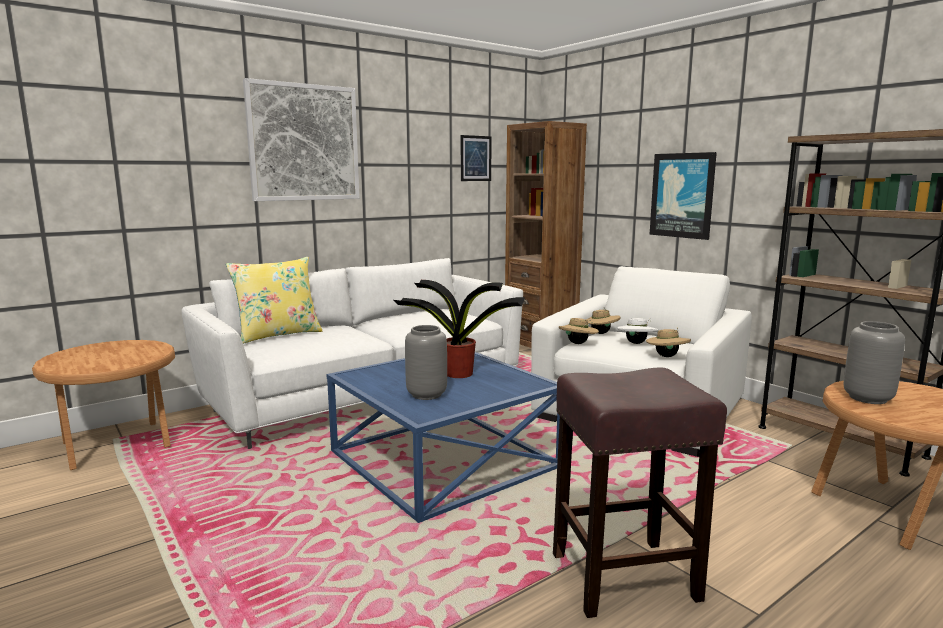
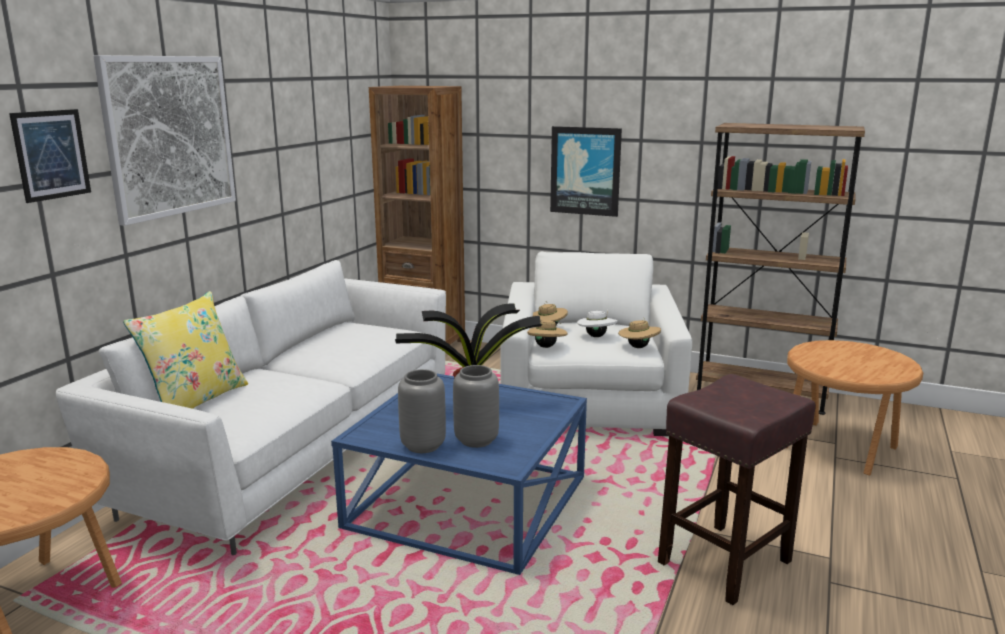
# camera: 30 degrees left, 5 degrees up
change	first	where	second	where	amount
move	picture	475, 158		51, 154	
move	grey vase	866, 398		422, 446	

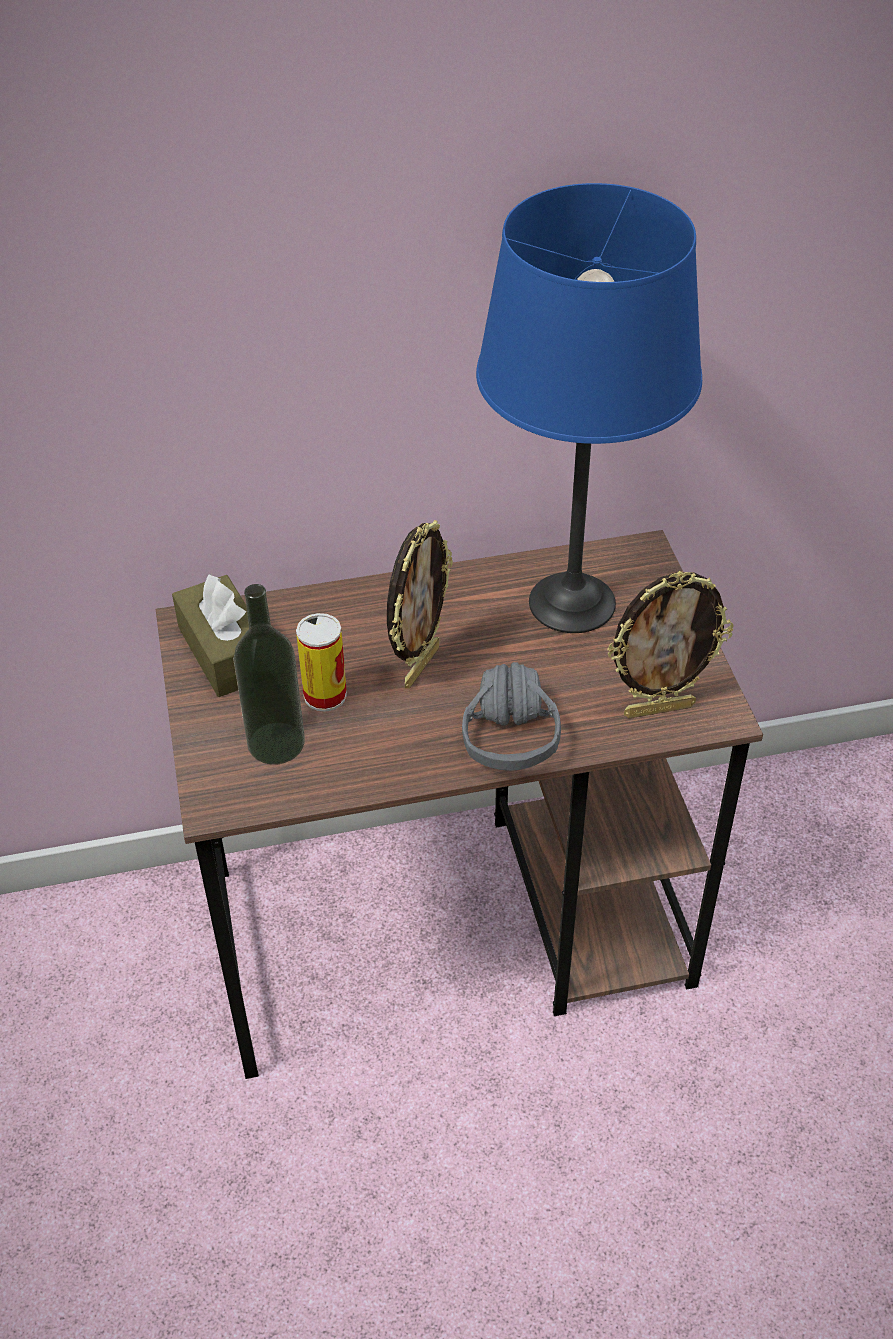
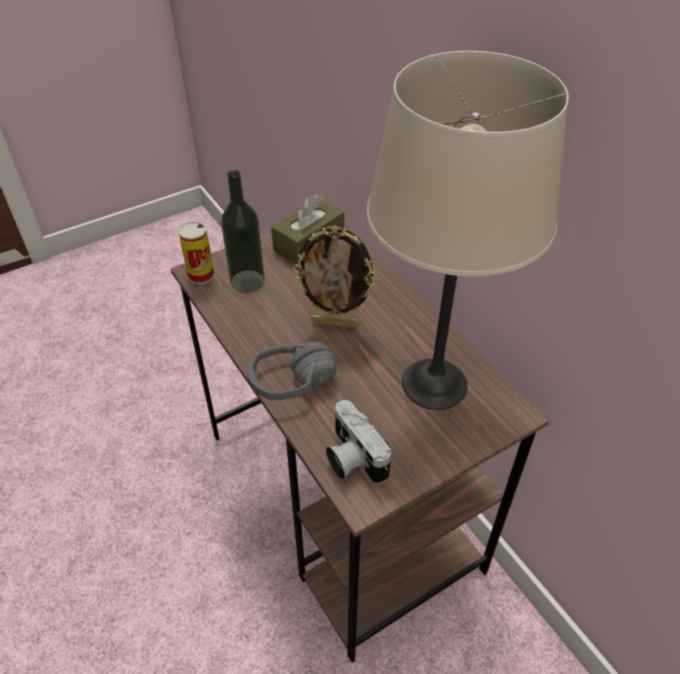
# camera: 70 degrees right, 0 degrees up
change	first	where	second	where	amount
recolor	blue table lamp	573, 603	beige table lamp	434, 384	
replace	picture frame	658, 709	photo camera	351, 458	
move	can	325, 695		201, 275	

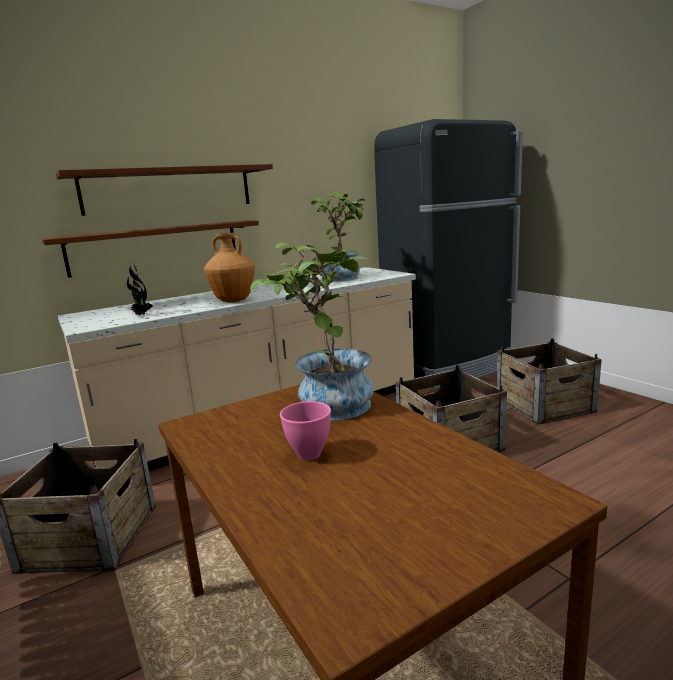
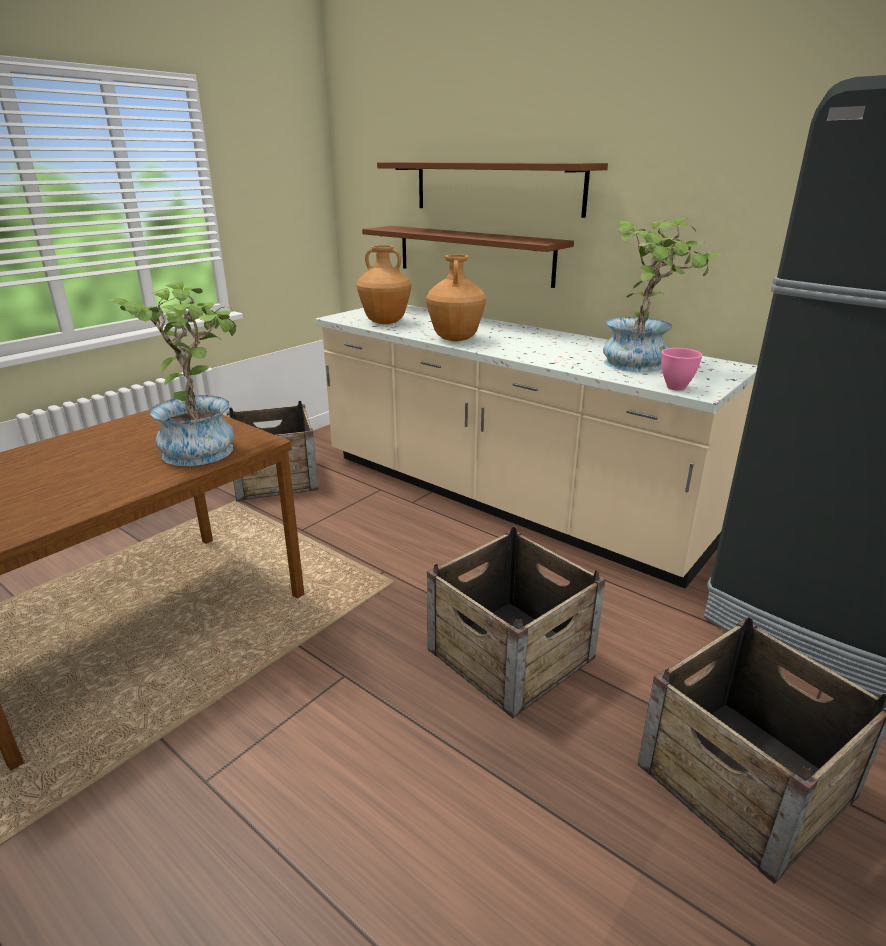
# camera: 70 degrees right, 10 degrees up
change	first	where	second	where	amount
replace	potted plant	141, 315	brown vase	385, 322	
move	pink bowl	310, 454		677, 387	

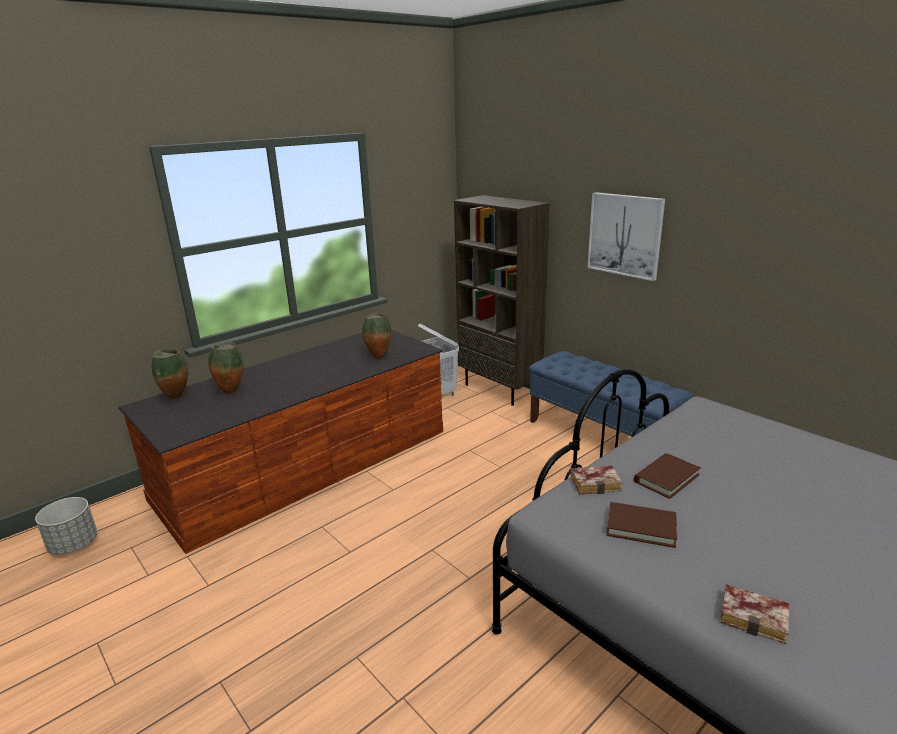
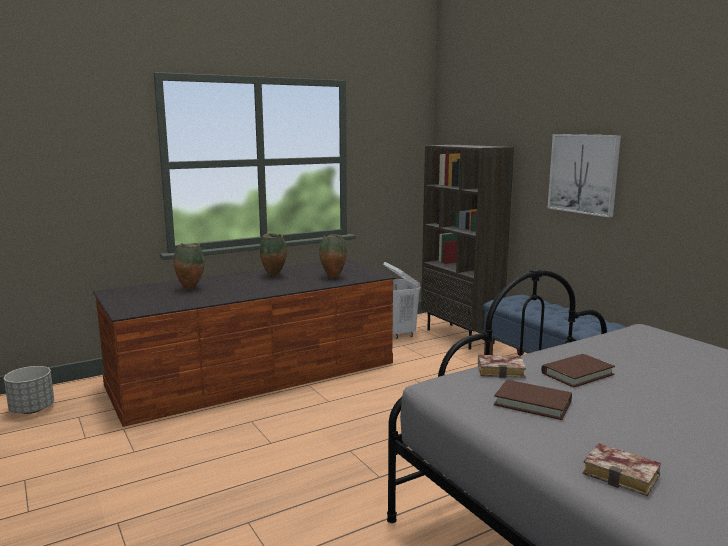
# camera: 10 degrees right, 10 degrees down
change	first	where	second	where	amount
move	vase	177, 398		274, 276	

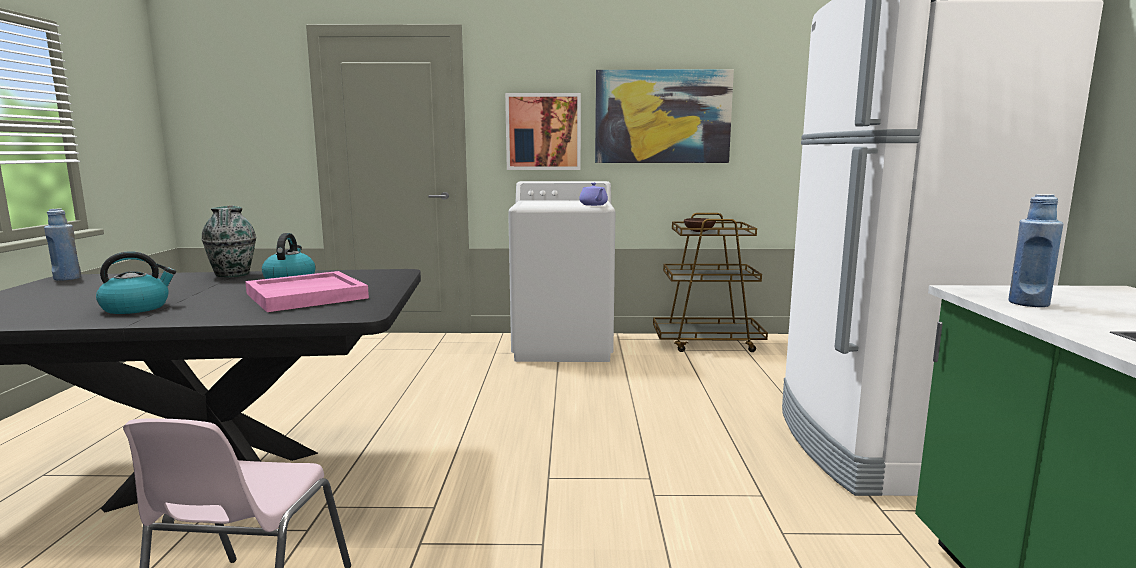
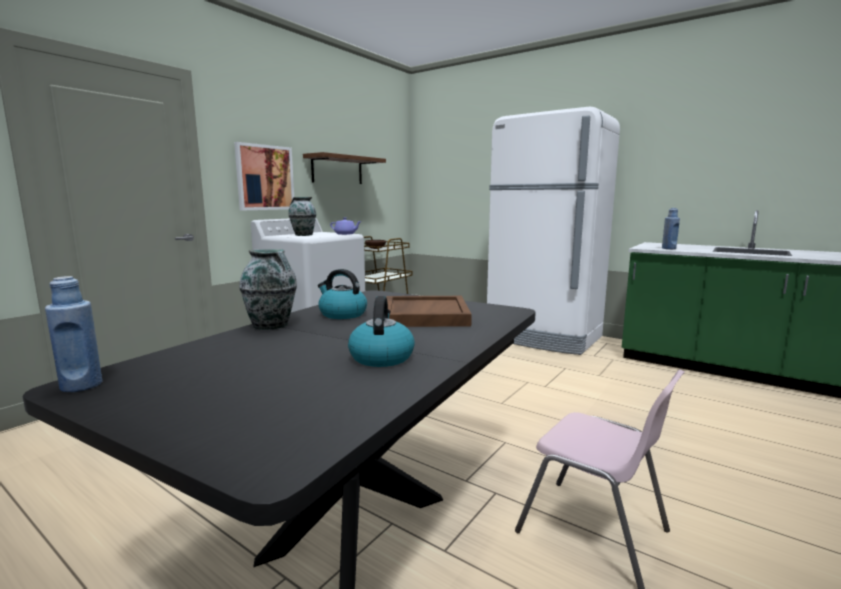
# camera: 55 degrees left, 0 degrees up
change	first	where	second	where	amount
replace	picture	662, 117	brown shelf	337, 170	
recolor	pink tray	307, 295	brown tray	424, 315	
insert			vase	303, 235	

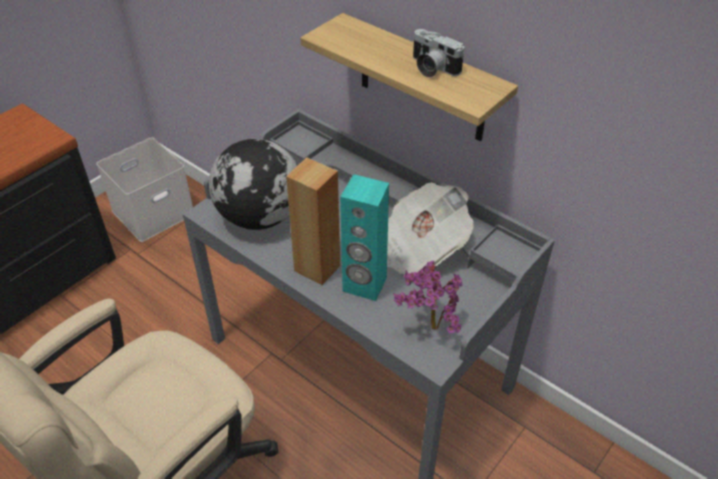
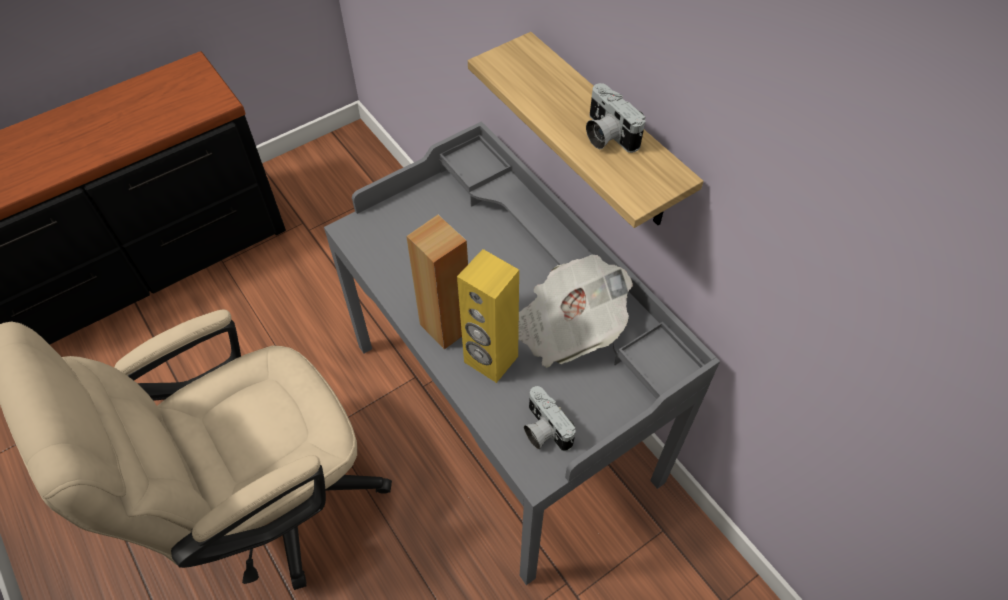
# camera: 15 degrees right, 10 degrees up
change	first	where	second	where	amount
delete	white storage box	153, 210			
delete	globe	260, 217			
recolor	turquoise speaker	364, 285	yellow speaker	490, 360	
replace	potted plant	428, 327	photo camera	543, 430	

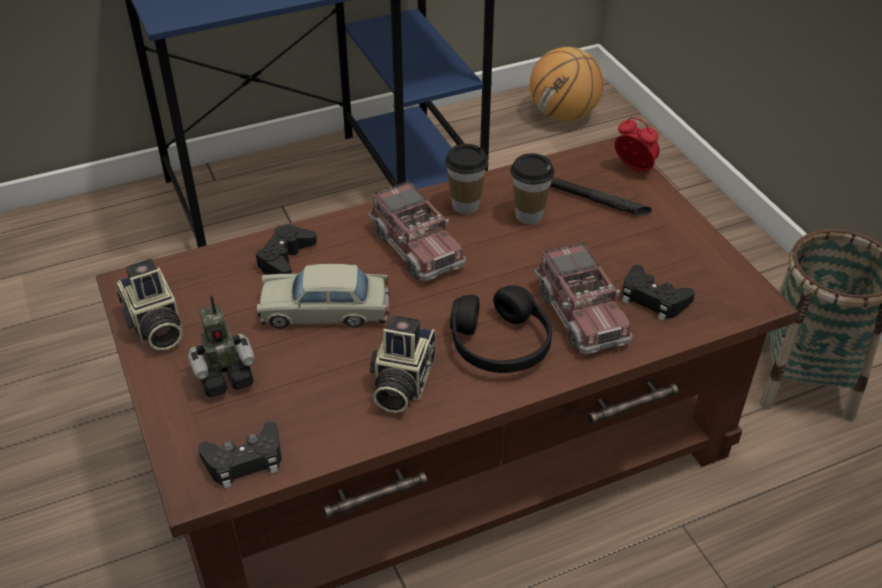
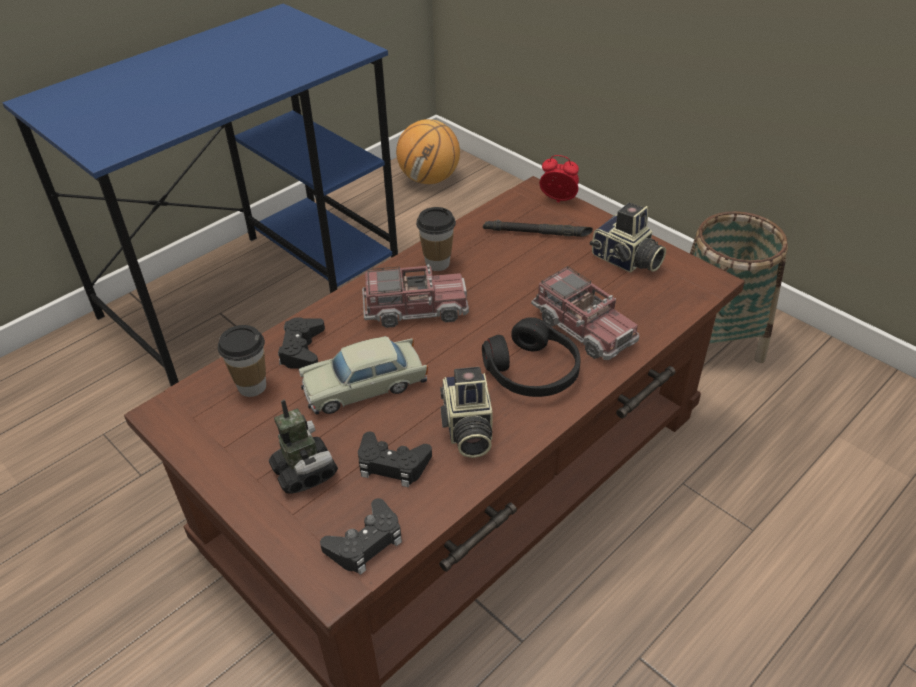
# camera: 20 degrees left, 0 degrees up
change	first	where	second	where	amount
move	cup	529, 216		252, 386	
rotate	toy truck	416, 247		415, 309	45 degrees counterclockwise
move	photo camera	154, 327		626, 261	
move	black game controller	653, 299		392, 464	
rotate	toy robot	225, 377		304, 472	75 degrees counterclockwise

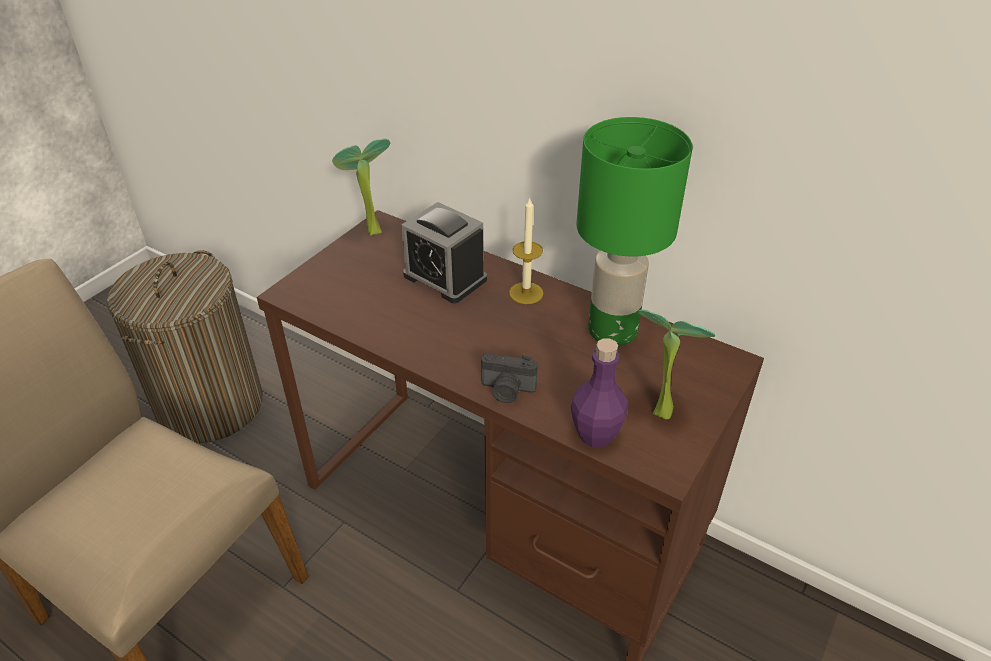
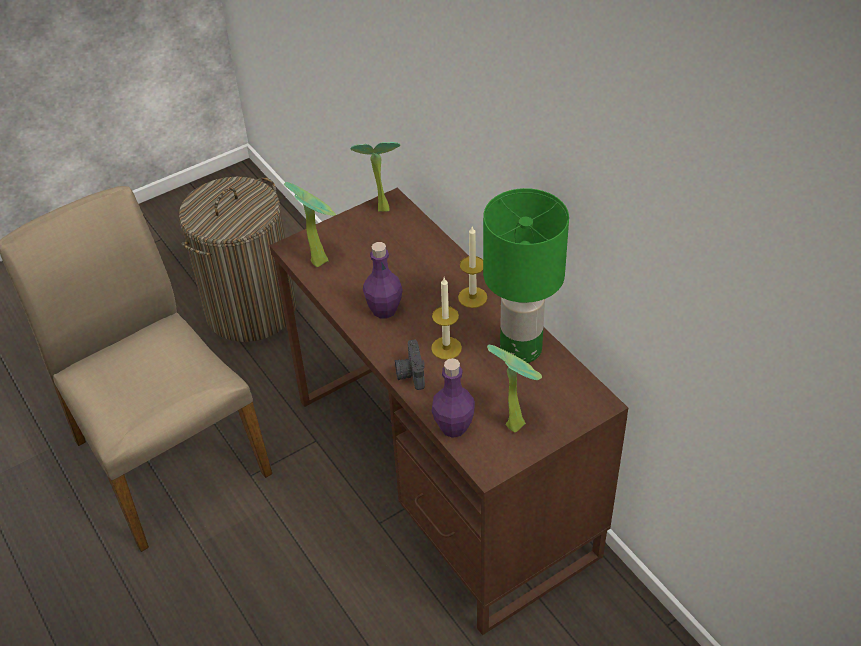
# camera: 25 degrees right, 5 degrees up
change	first	where	second	where	amount
delete	alarm clock	445, 277			
rotate	photo camera	507, 390		410, 374	45 degrees clockwise
insert			potted plant	320, 259	
insert			purple bottle	384, 310	
insert			candle	446, 348	

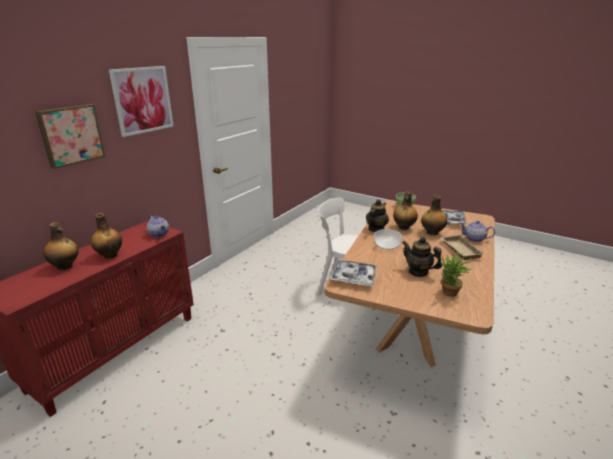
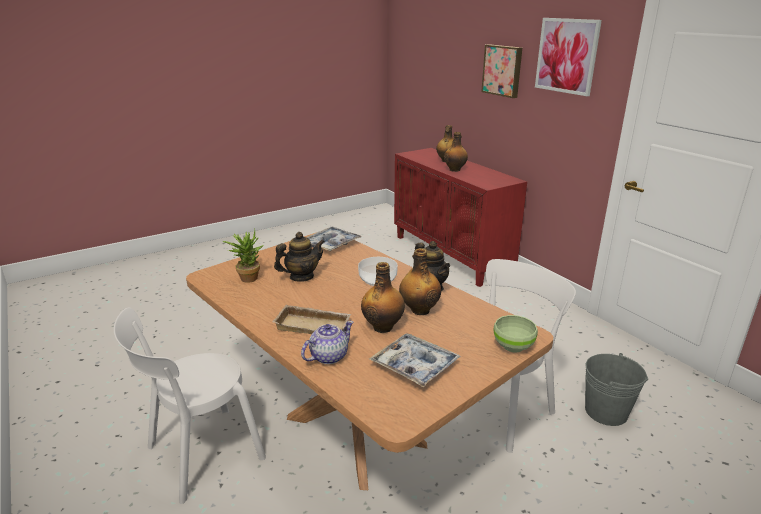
# camera: 115 degrees right, 0 degrees up
change	first	where	second	where	amount
delete	teapot	159, 234			
insert			white chair	200, 455	
insert			grey bucket	606, 411	

